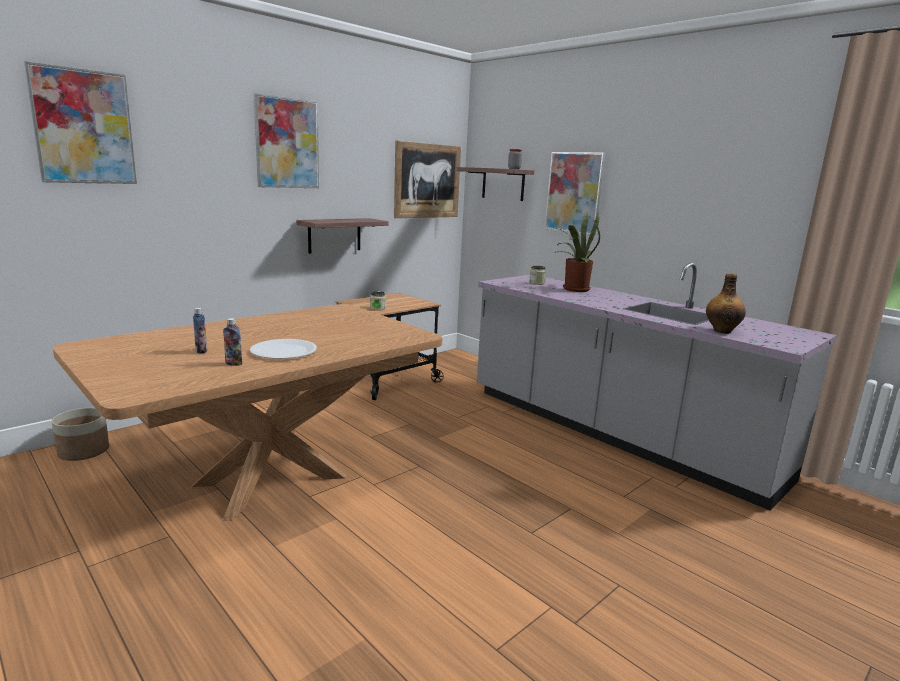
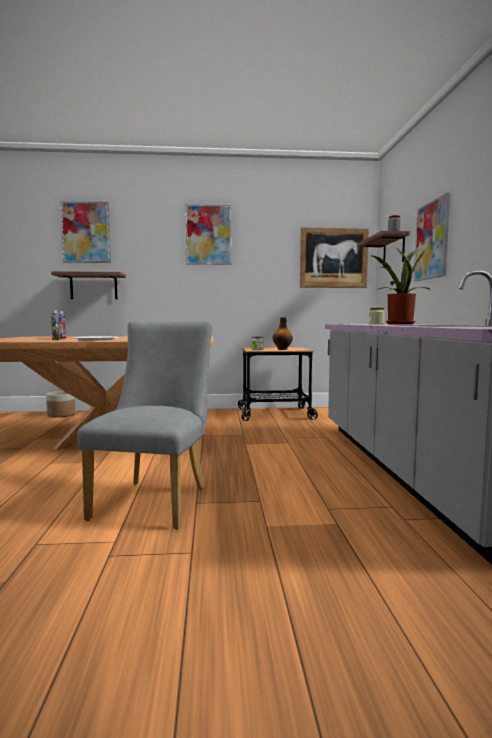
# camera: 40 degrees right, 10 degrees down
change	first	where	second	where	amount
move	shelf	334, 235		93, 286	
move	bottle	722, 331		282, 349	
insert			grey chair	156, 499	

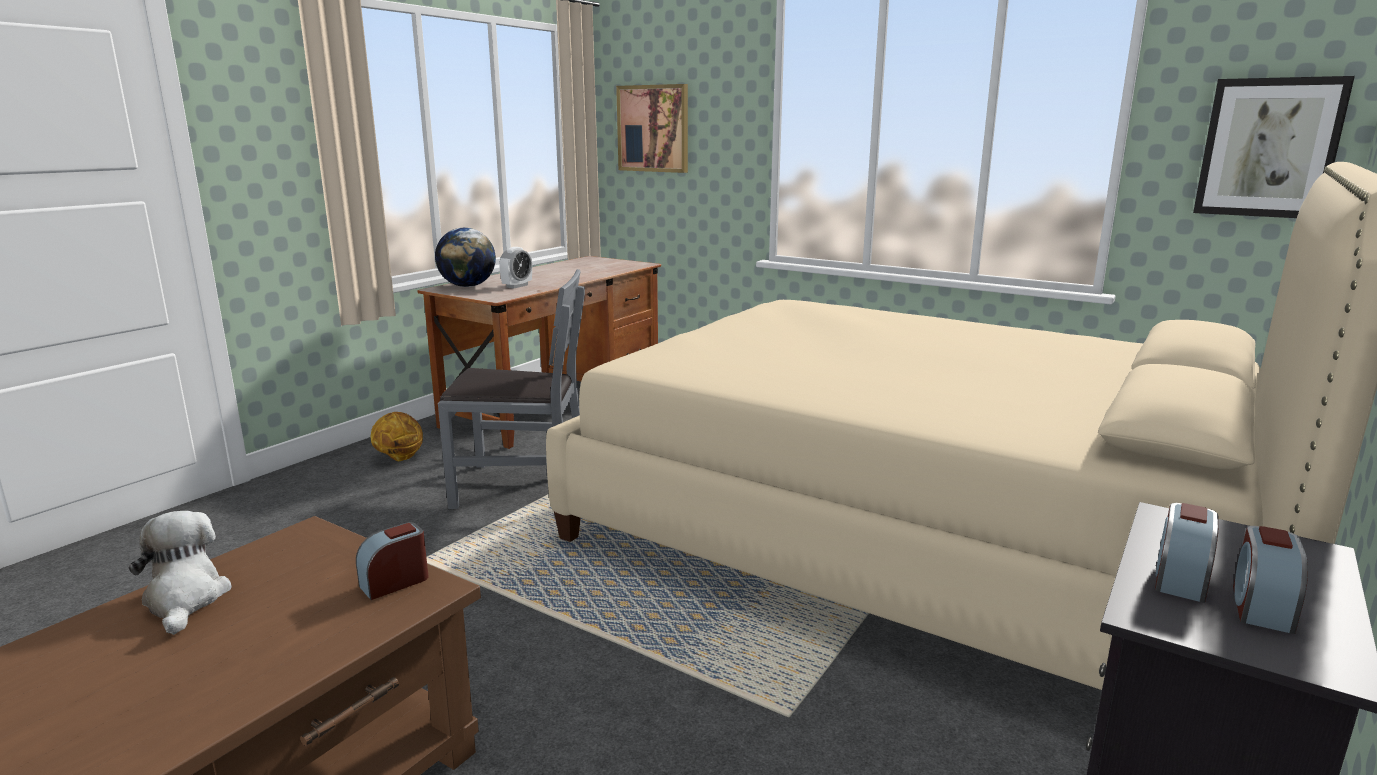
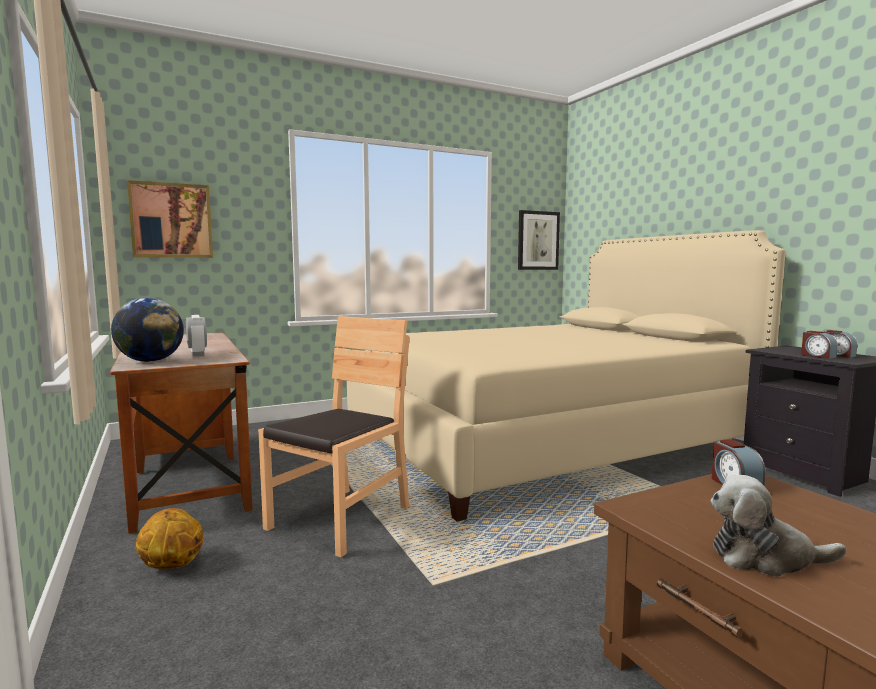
# camera: 60 degrees left, 10 degrees down
change	first	where	second	where	amount
recolor	grey chair	522, 486	brown chair	341, 519	

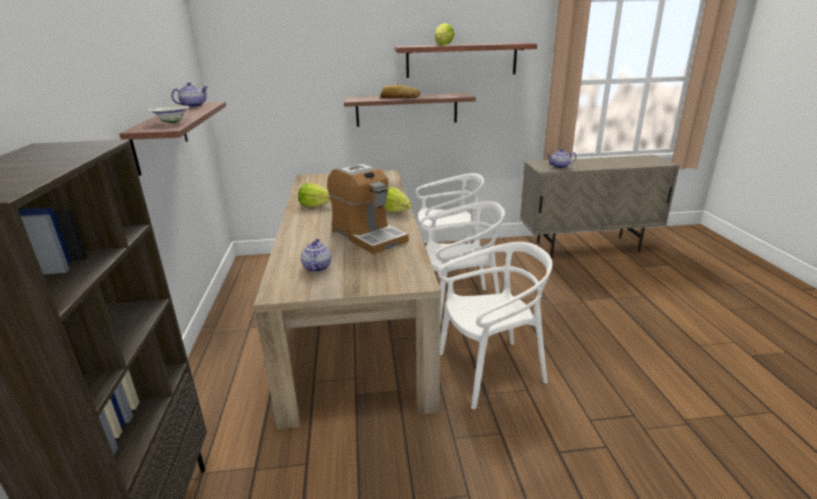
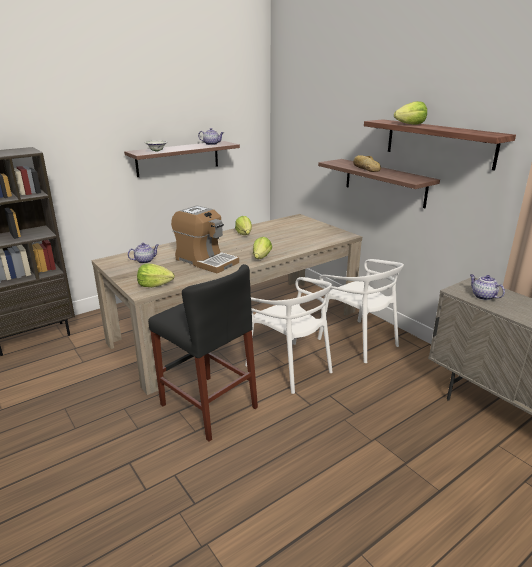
# camera: 60 degrees right, 0 degrees up
change	first	where	second	where	amount
rotate	coffee machine	368, 235		205, 261	75 degrees counterclockwise
replace	white chair	490, 371	black stool	208, 406	
insert			lettuce	154, 285	

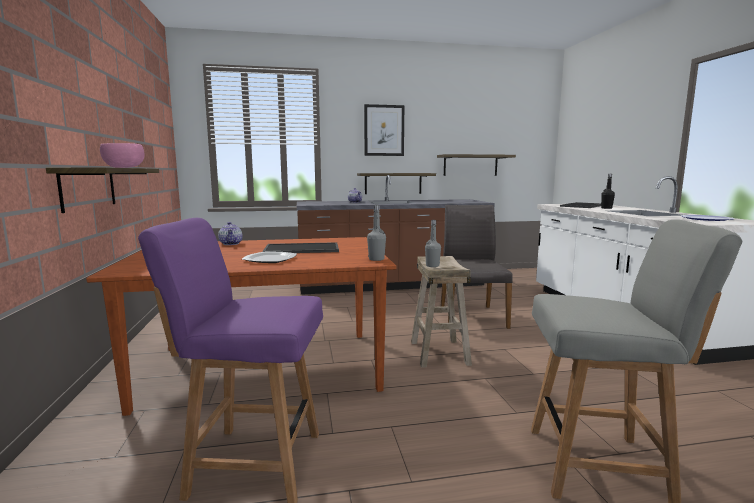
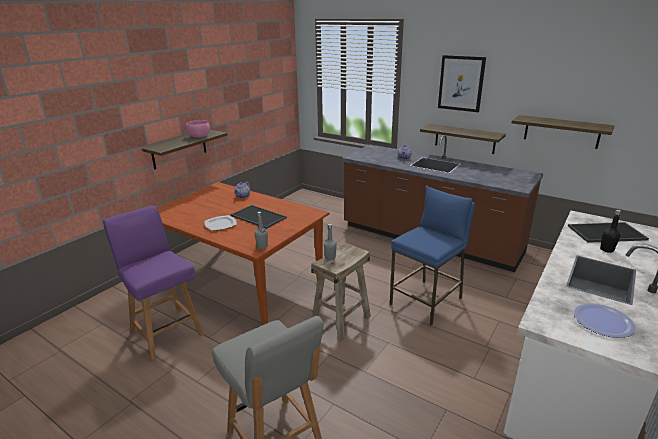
# camera: 45 degrees right, 15 degrees up
change	first	where	second	where	amount
replace	grey chair	471, 316	blue stool	426, 301	

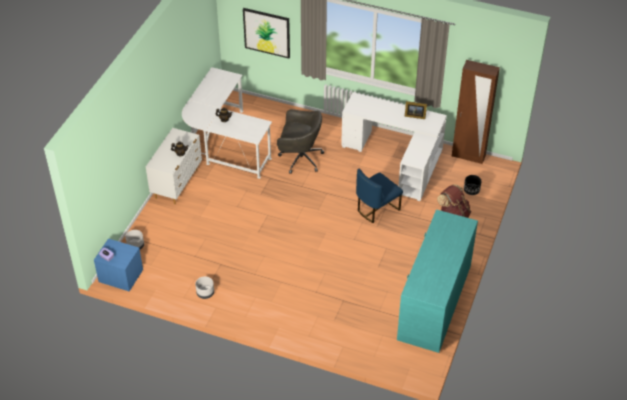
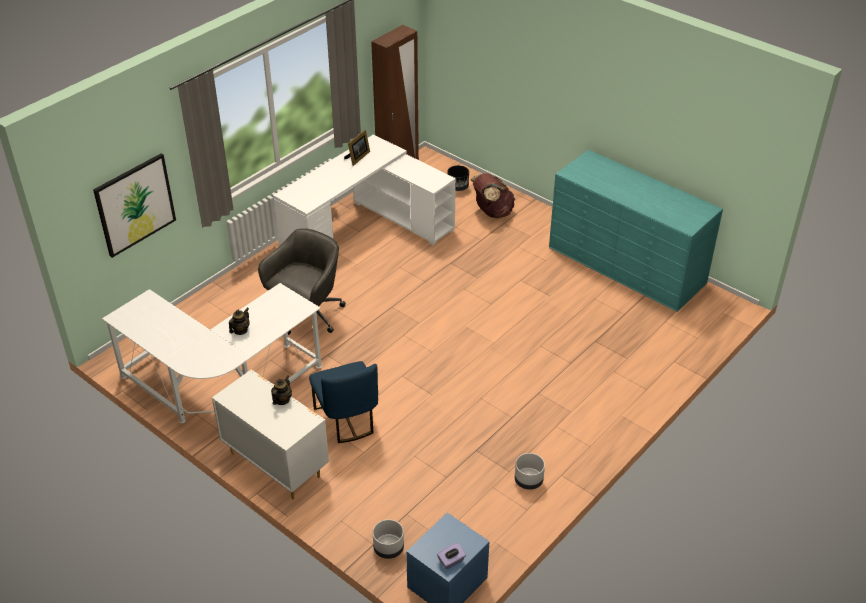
# camera: 70 degrees left, 5 degrees down
change	first	where	second	where	amount
move	blue chair	376, 209		347, 419	

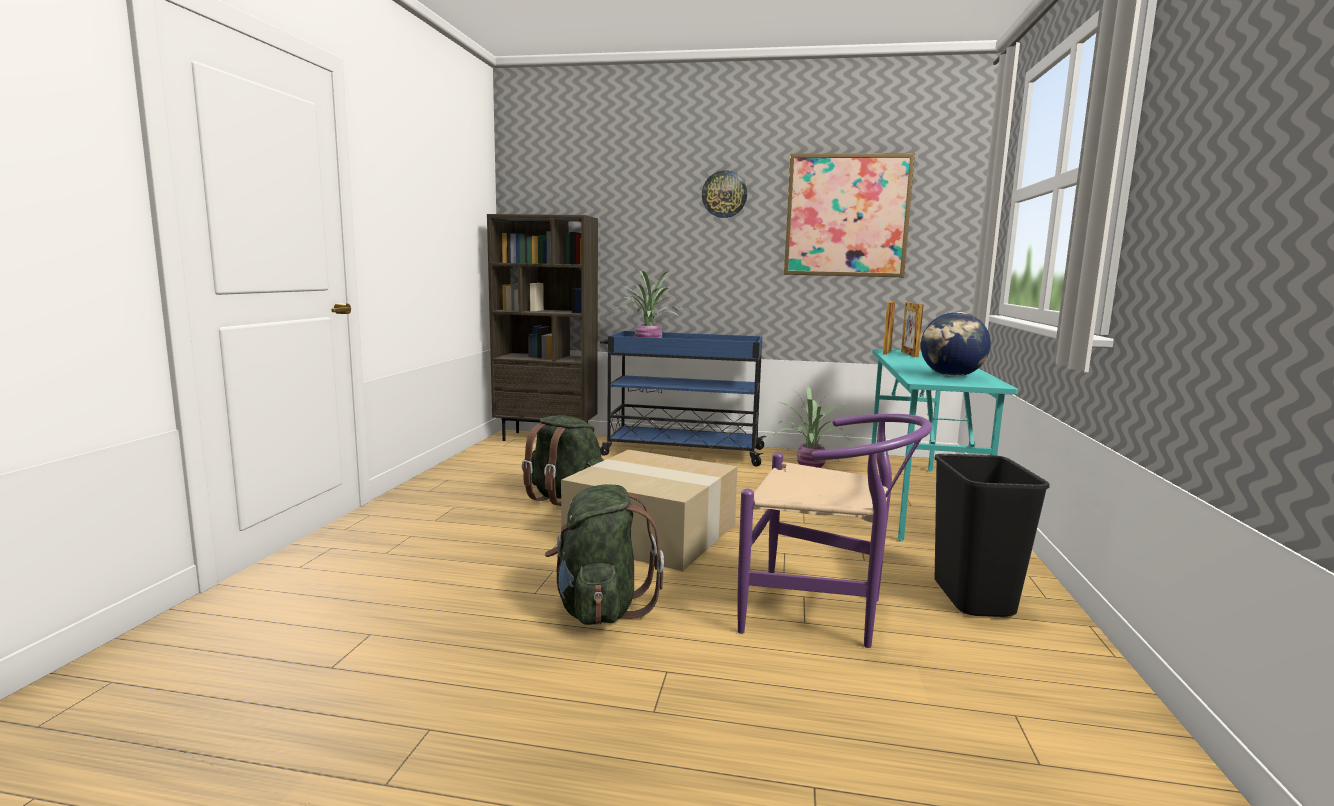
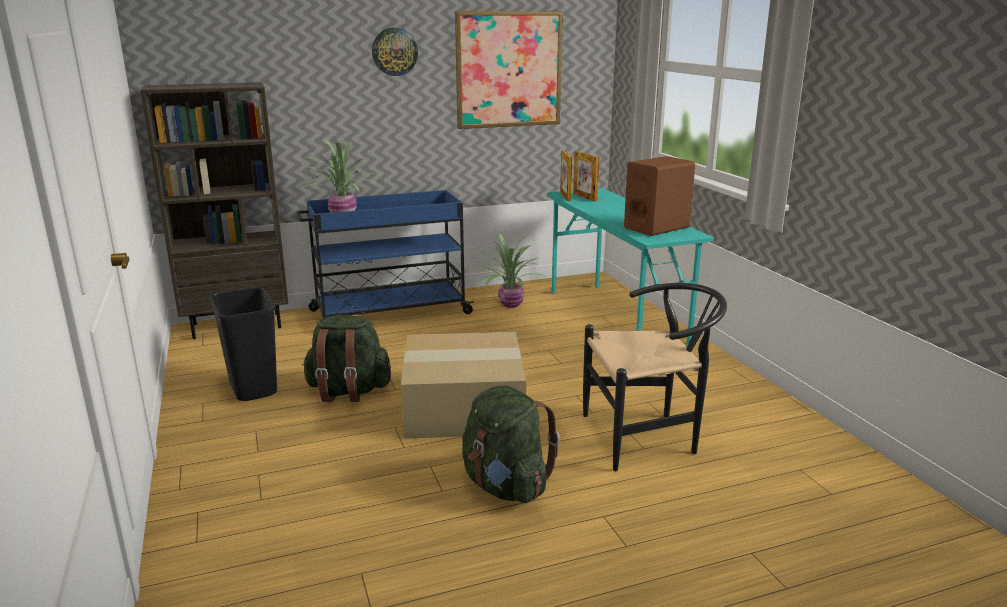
# camera: 30 degrees left, 10 degrees up
change	first	where	second	where	amount
replace	globe	951, 376	brown speaker	656, 228	
recolor	purple chair	825, 612	black chair	648, 436	
move	black trash can	974, 599		254, 388	

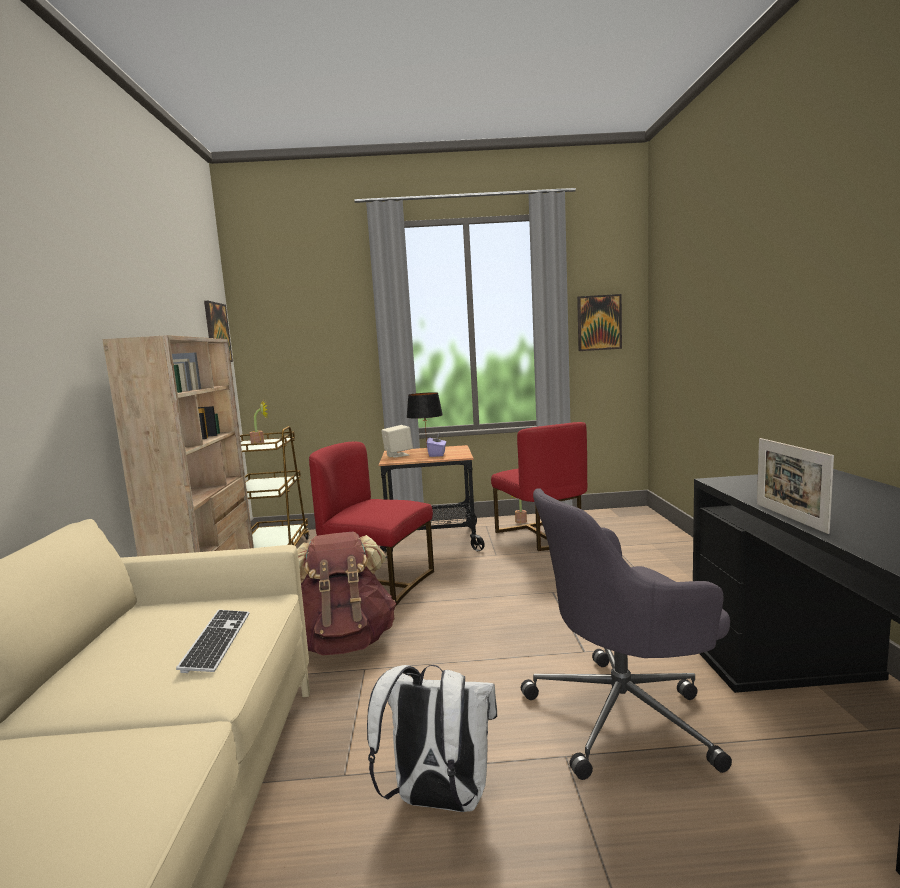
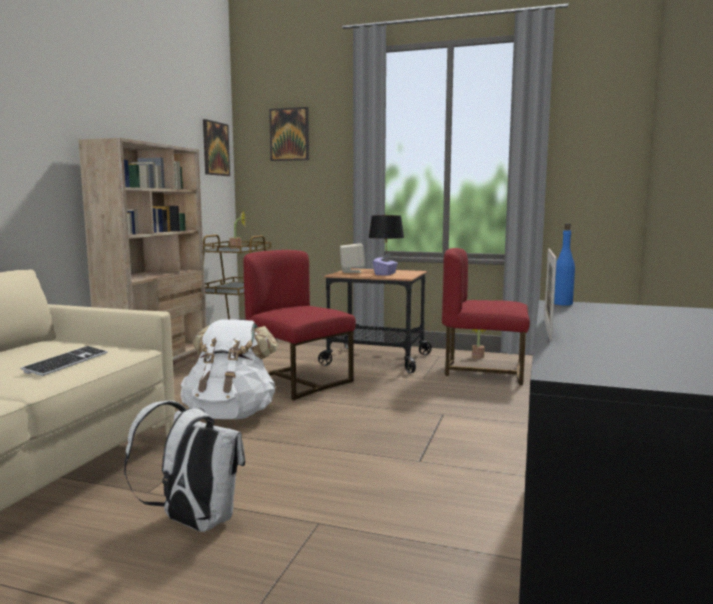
# camera: 20 degrees right, 0 degrees up
change	first	where	second	where	amount
move	picture	599, 323		289, 134	
rotate	red chair	541, 536		484, 371	105 degrees clockwise
delete	grey office chair	624, 715			
recolor	brown backpack	344, 642	white backpack	231, 415	
insert			blue bottle	562, 304	

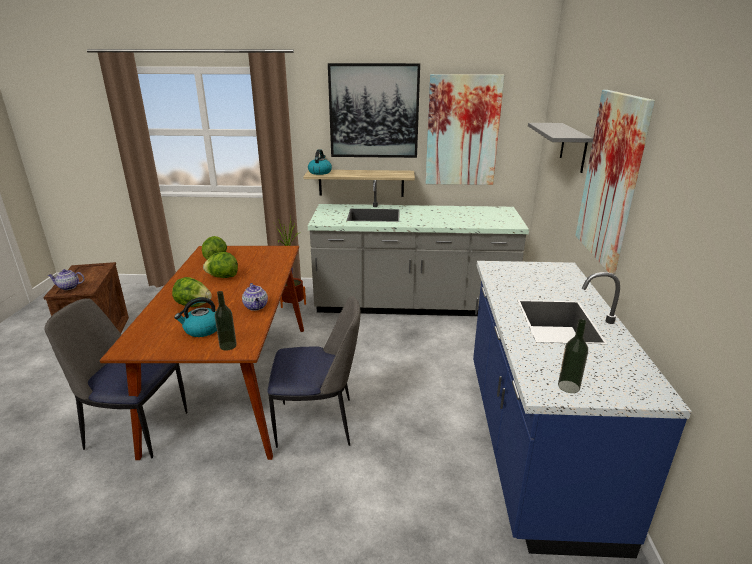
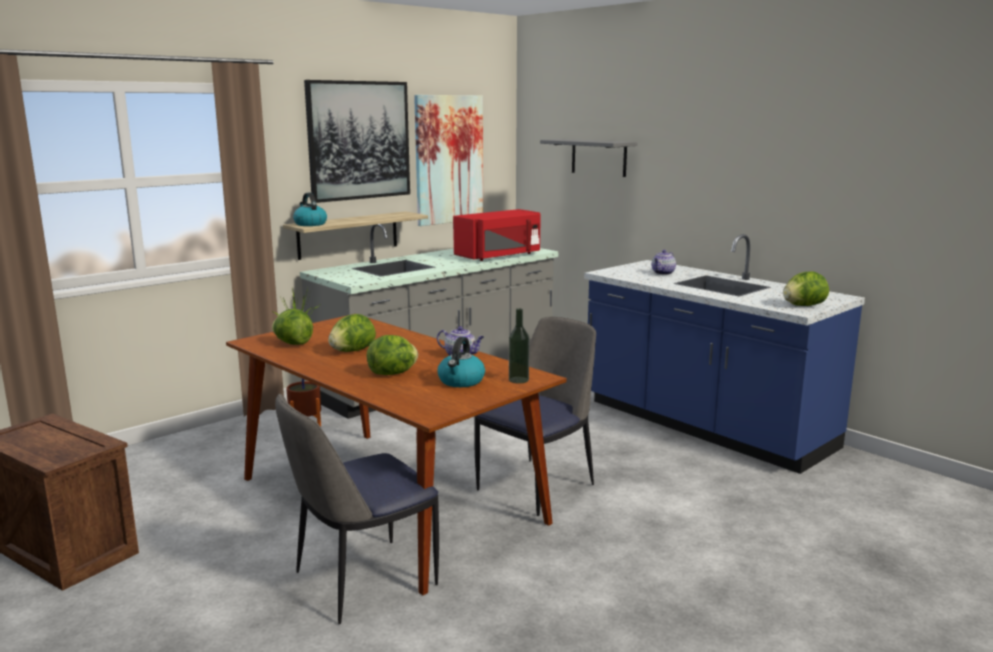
# camera: 45 degrees left, 10 degrees down
change	first	where	second	where	amount
delete	picture	611, 179			
move	teapot	68, 287		663, 273	
replace	bottle	568, 386	lettuce	803, 306	
insert			red microwave	499, 256	

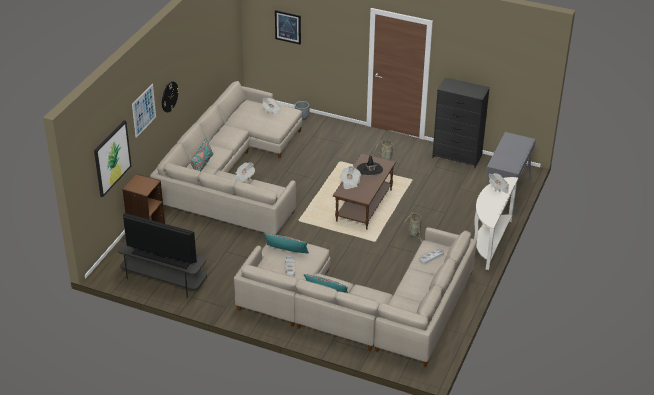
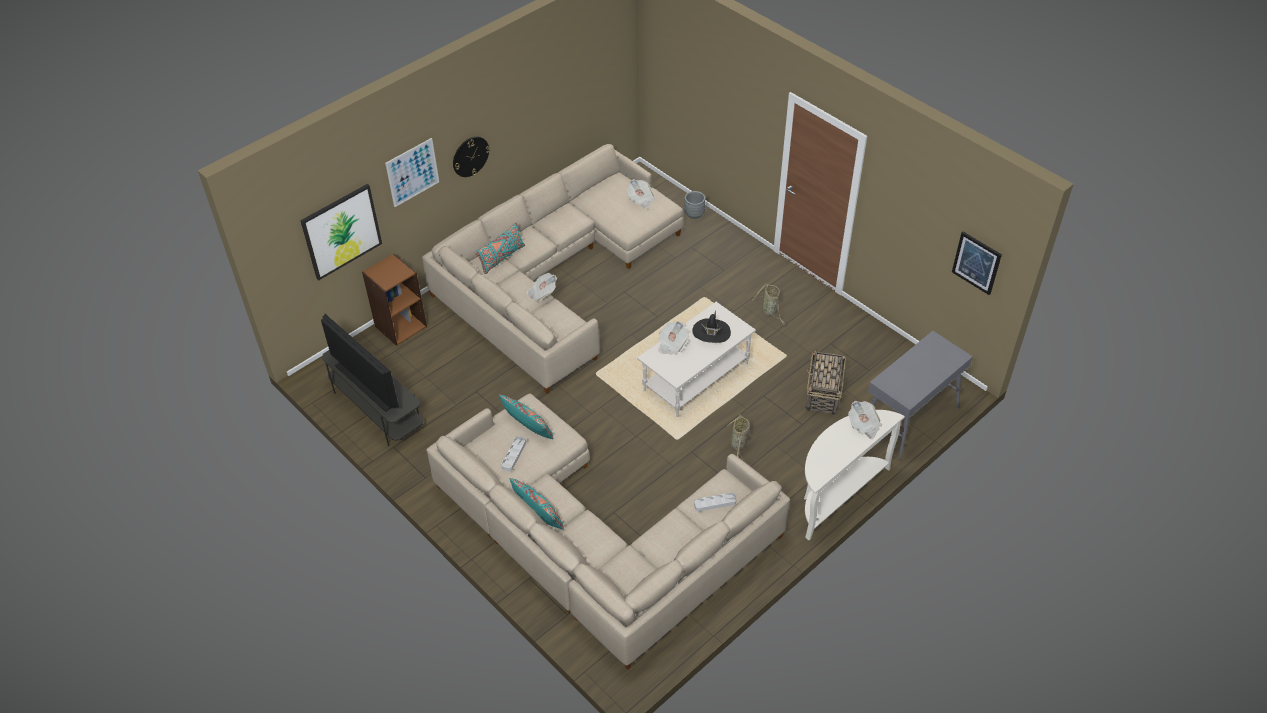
# camera: 25 degrees right, 10 degrees up
change	first	where	second	where	amount
move	picture	288, 26		976, 262	
delete	black dresser	457, 156			
recolor	brown coffee table	363, 205	white coffee table	695, 376	
insert			basket	823, 394	

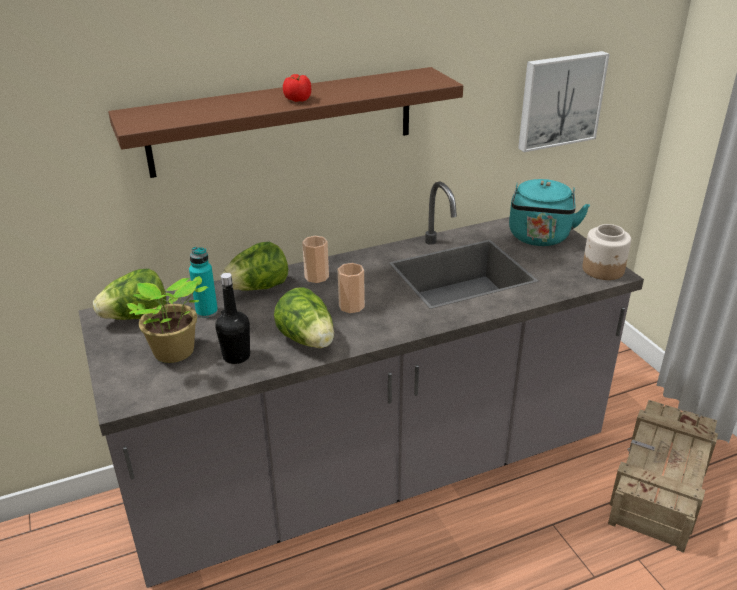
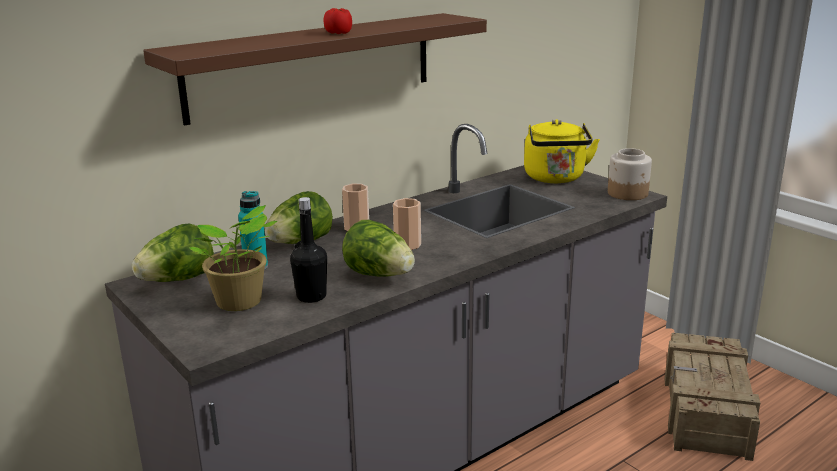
# camera: 15 degrees left, 10 degrees down
change	first	where	second	where	amount
delete	picture	559, 100			
recolor	turquoise kettle	539, 238	yellow kettle	555, 178	

